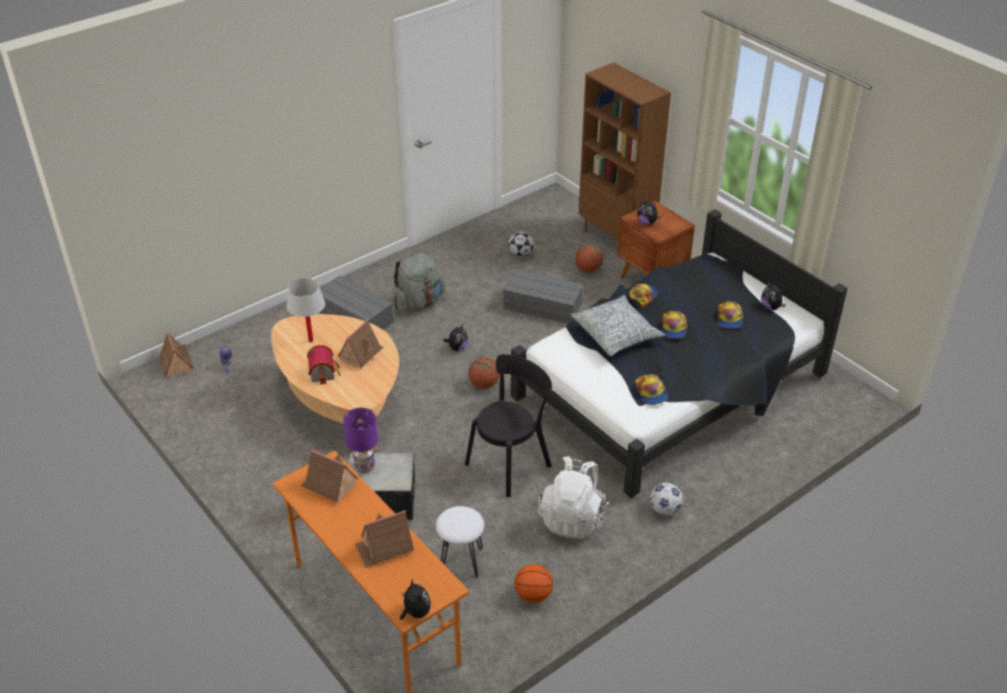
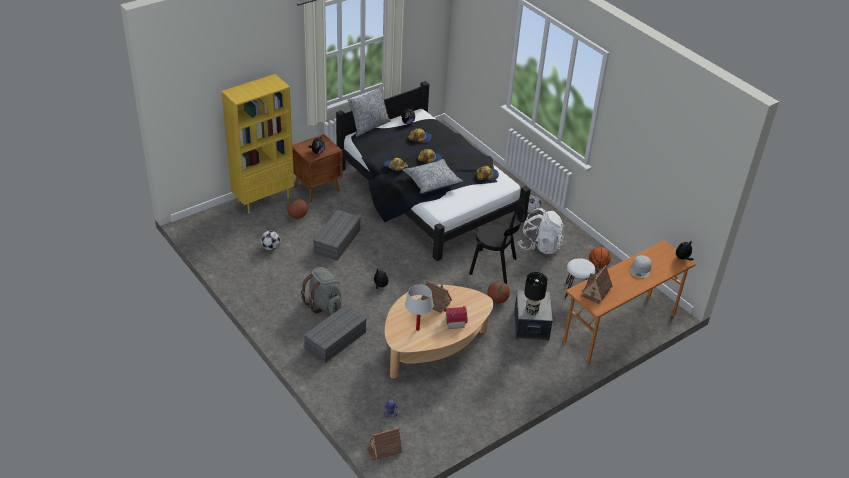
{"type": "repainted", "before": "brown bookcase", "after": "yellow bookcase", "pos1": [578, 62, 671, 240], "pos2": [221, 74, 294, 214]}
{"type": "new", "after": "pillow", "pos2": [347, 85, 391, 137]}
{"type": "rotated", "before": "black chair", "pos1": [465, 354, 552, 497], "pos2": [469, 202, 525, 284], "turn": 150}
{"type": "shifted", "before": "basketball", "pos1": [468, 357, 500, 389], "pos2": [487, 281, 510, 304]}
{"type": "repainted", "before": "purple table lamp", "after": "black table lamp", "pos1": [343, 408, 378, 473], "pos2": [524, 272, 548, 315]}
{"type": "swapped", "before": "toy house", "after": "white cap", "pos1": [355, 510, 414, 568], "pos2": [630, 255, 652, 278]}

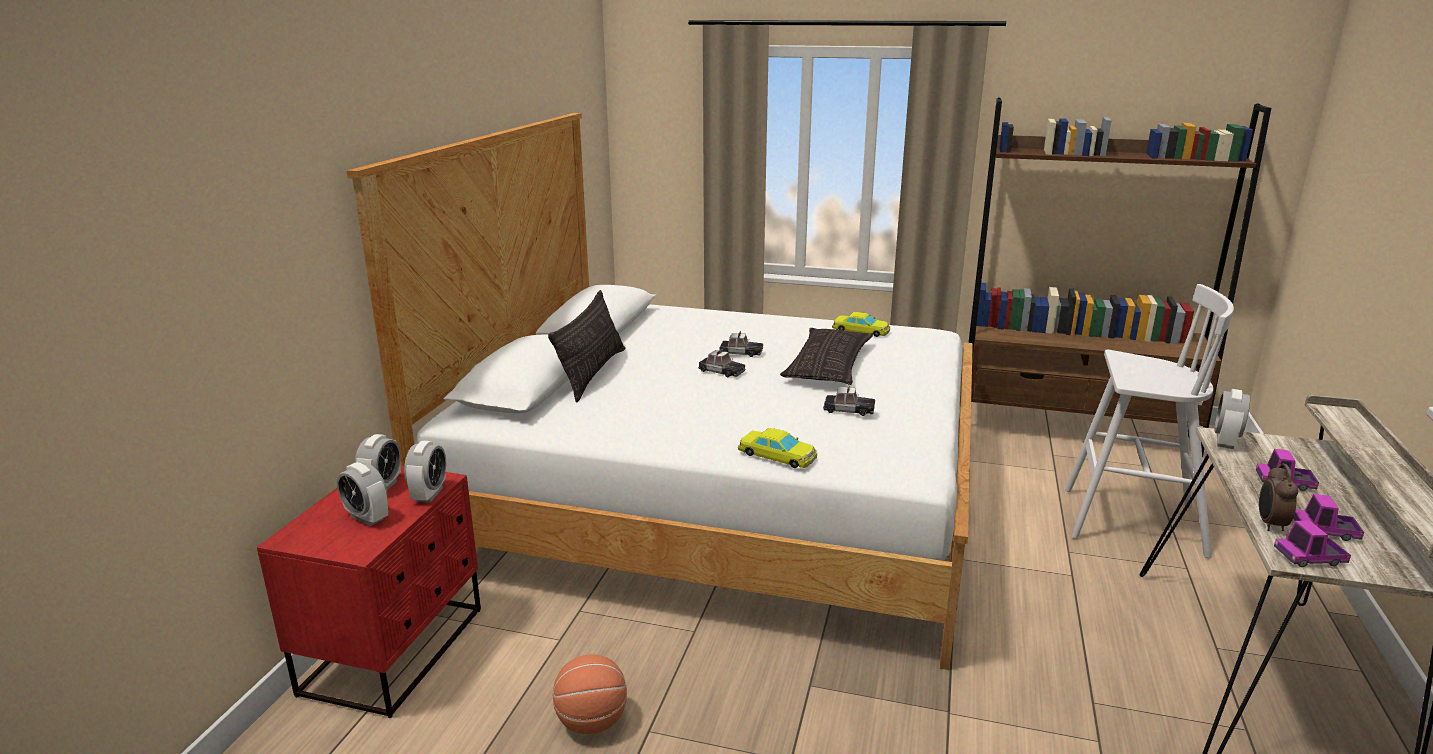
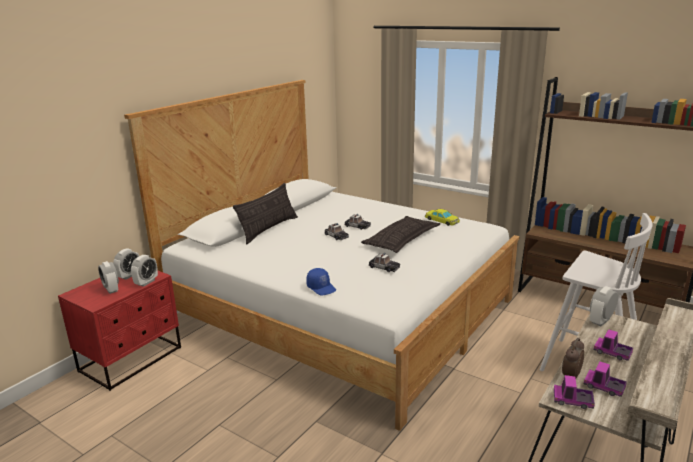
{"type": "swapped", "before": "yellow toy car", "after": "blue cap", "pos1": [738, 428, 817, 468], "pos2": [306, 268, 336, 295]}
{"type": "gone", "before": "basketball", "pos1": [553, 654, 627, 734]}

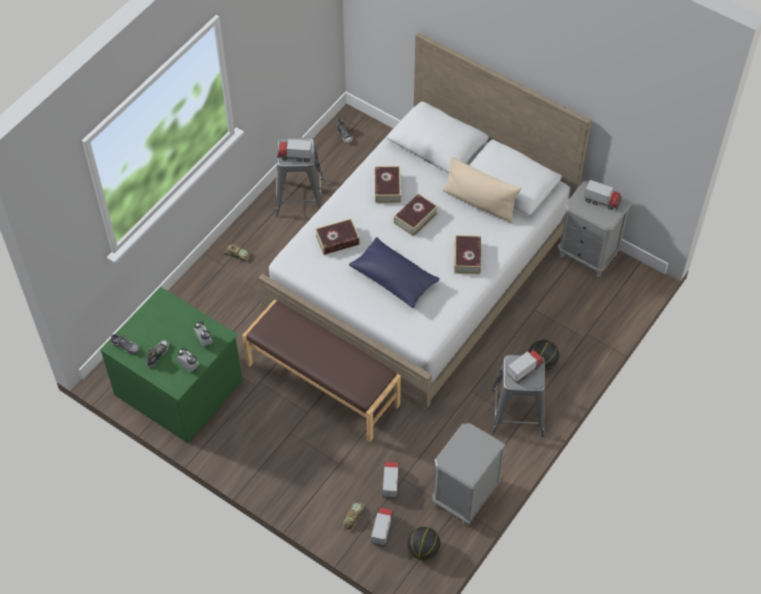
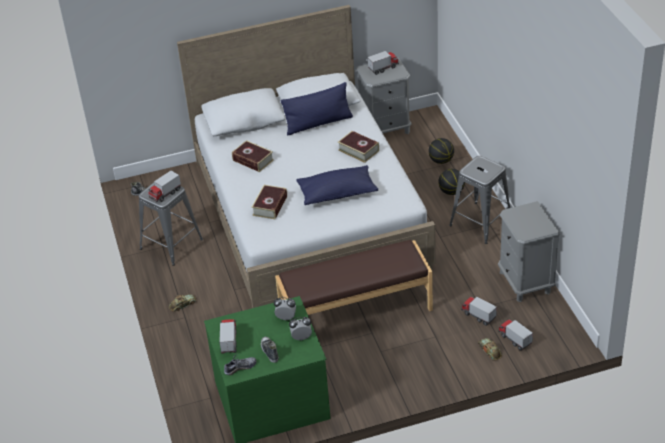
{"type": "shifted", "before": "toy truck", "pos1": [507, 350, 544, 384], "pos2": [219, 319, 237, 354]}
{"type": "repainted", "before": "beige pillow", "after": "blue pillow", "pos1": [443, 157, 521, 223], "pos2": [281, 82, 353, 135]}
{"type": "shifted", "before": "basketball", "pos1": [407, 527, 440, 560], "pos2": [429, 138, 454, 164]}
{"type": "gone", "before": "book", "pos1": [394, 193, 438, 237]}

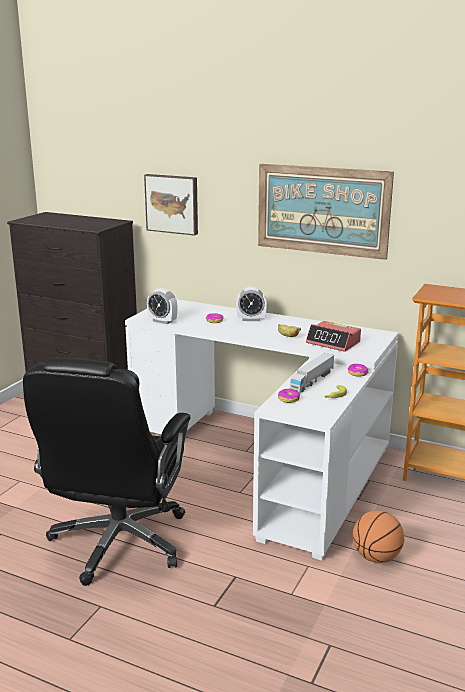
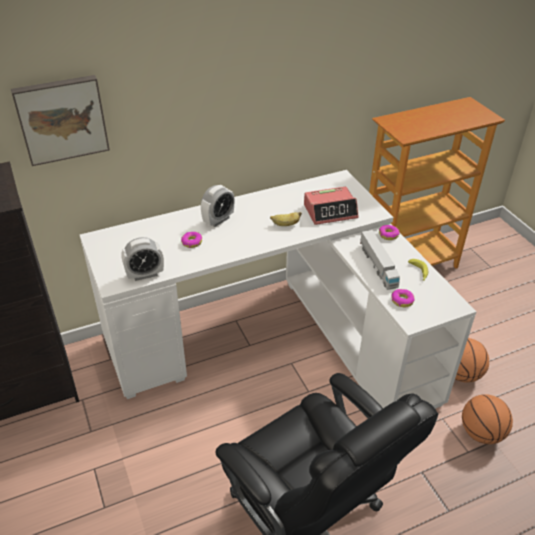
{"type": "new", "after": "basketball", "pos2": [462, 394, 513, 444]}
{"type": "gone", "before": "picture", "pos1": [258, 164, 394, 260]}

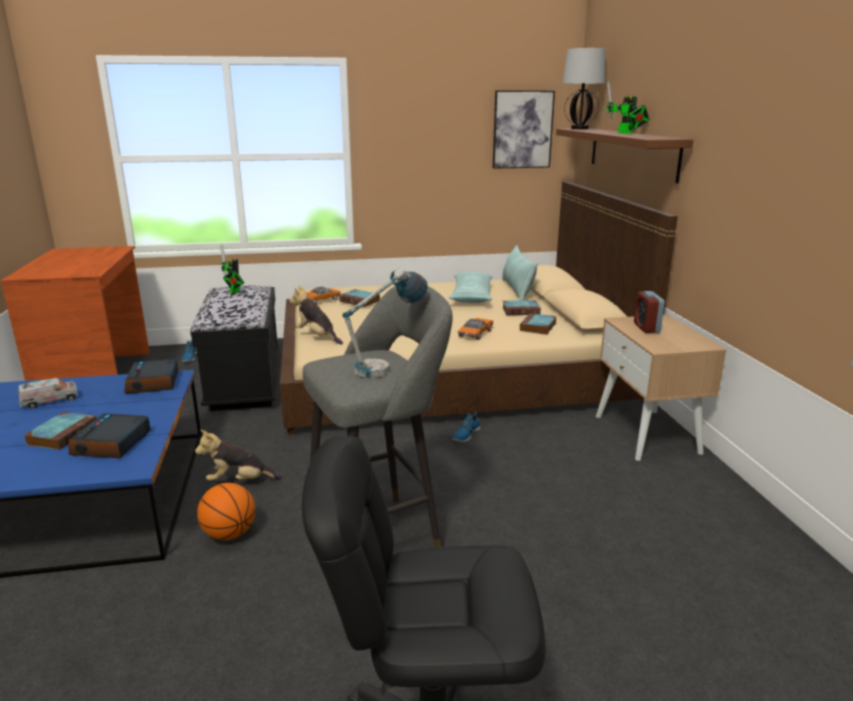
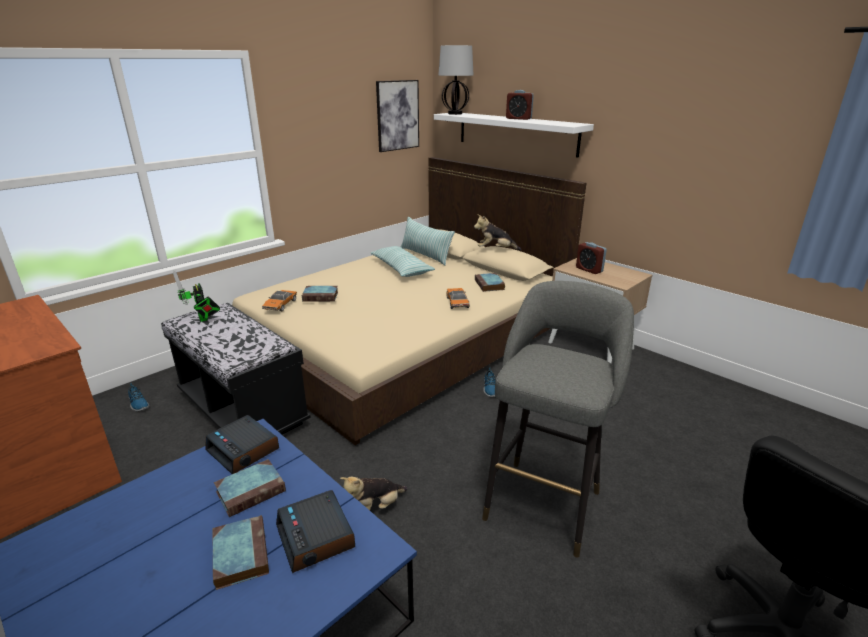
{"type": "shifted", "before": "book", "pos1": [503, 300, 541, 315], "pos2": [214, 459, 286, 517]}
{"type": "repainted", "before": "brown shelf", "after": "white shelf", "pos1": [556, 128, 693, 183], "pos2": [434, 113, 594, 158]}
{"type": "shifted", "before": "plush toy", "pos1": [290, 285, 343, 344], "pos2": [474, 214, 521, 250]}
{"type": "swapped", "before": "toy robot", "after": "alarm clock", "pos1": [606, 81, 649, 134], "pos2": [506, 90, 534, 120]}
{"type": "gone", "before": "toy truck", "pos1": [18, 378, 78, 409]}
{"type": "gone", "before": "basketball", "pos1": [197, 483, 256, 540]}
{"type": "gone", "before": "table lamp", "pos1": [342, 268, 428, 378]}

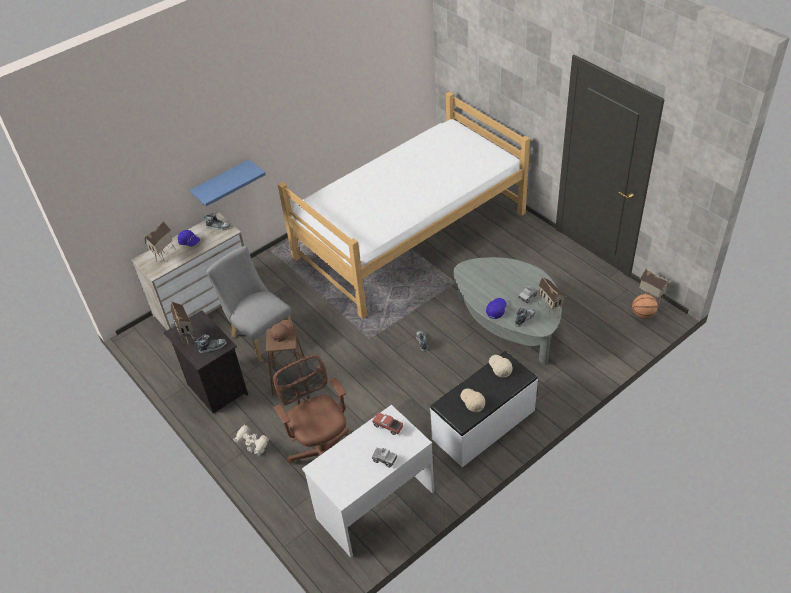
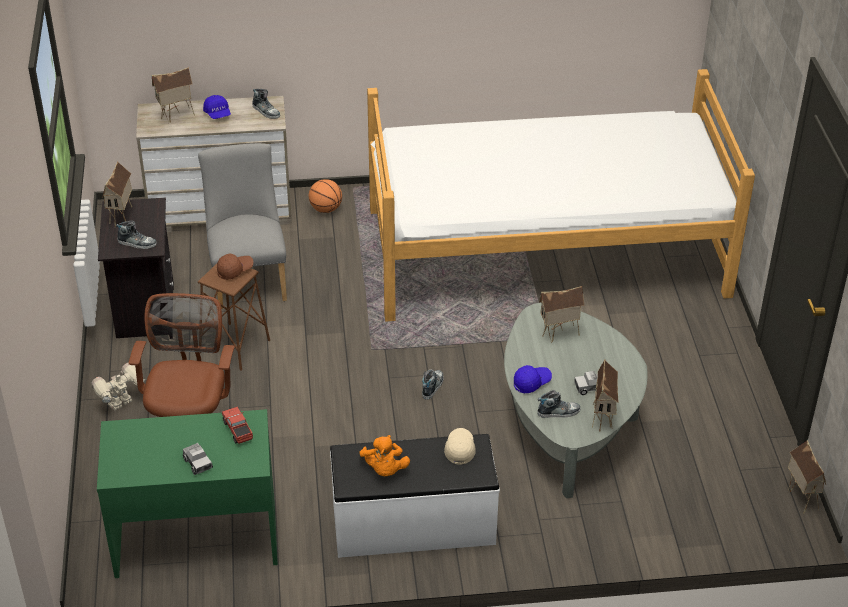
{"type": "rotated", "before": "toy robot", "pos1": [233, 425, 269, 456], "pos2": [91, 363, 145, 411], "turn": -105}
{"type": "repainted", "before": "white desk", "after": "green desk", "pos1": [302, 405, 434, 558], "pos2": [97, 409, 278, 578]}
{"type": "shifted", "before": "basketball", "pos1": [632, 294, 658, 319], "pos2": [309, 179, 342, 213]}
{"type": "swapped", "before": "beige cap", "after": "orange plush toy", "pos1": [461, 389, 485, 412], "pos2": [359, 435, 410, 476]}
{"type": "new", "after": "toy house", "pos2": [539, 286, 584, 343]}
{"type": "gone", "before": "blue shelf", "pos1": [190, 160, 266, 206]}

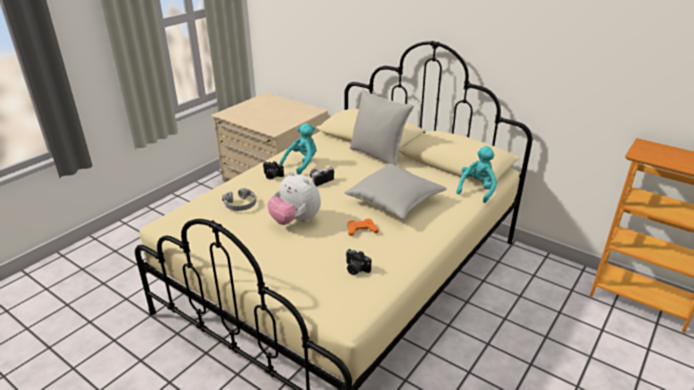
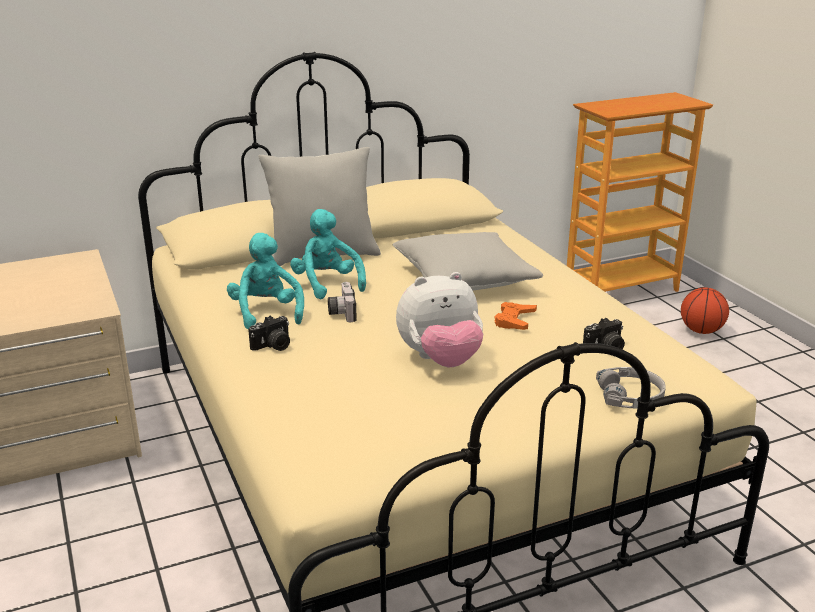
{"type": "shifted", "before": "turquoise plush toy", "pos1": [456, 146, 497, 203], "pos2": [290, 209, 366, 299]}
{"type": "shifted", "before": "grey headphones", "pos1": [222, 188, 256, 211], "pos2": [596, 367, 666, 408]}
{"type": "new", "after": "basketball", "pos2": [681, 287, 729, 334]}

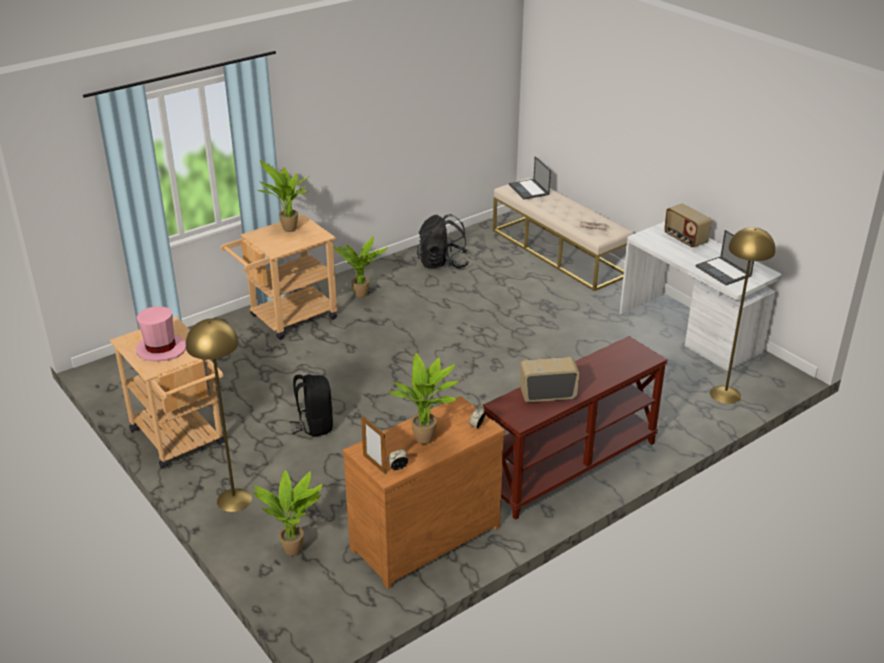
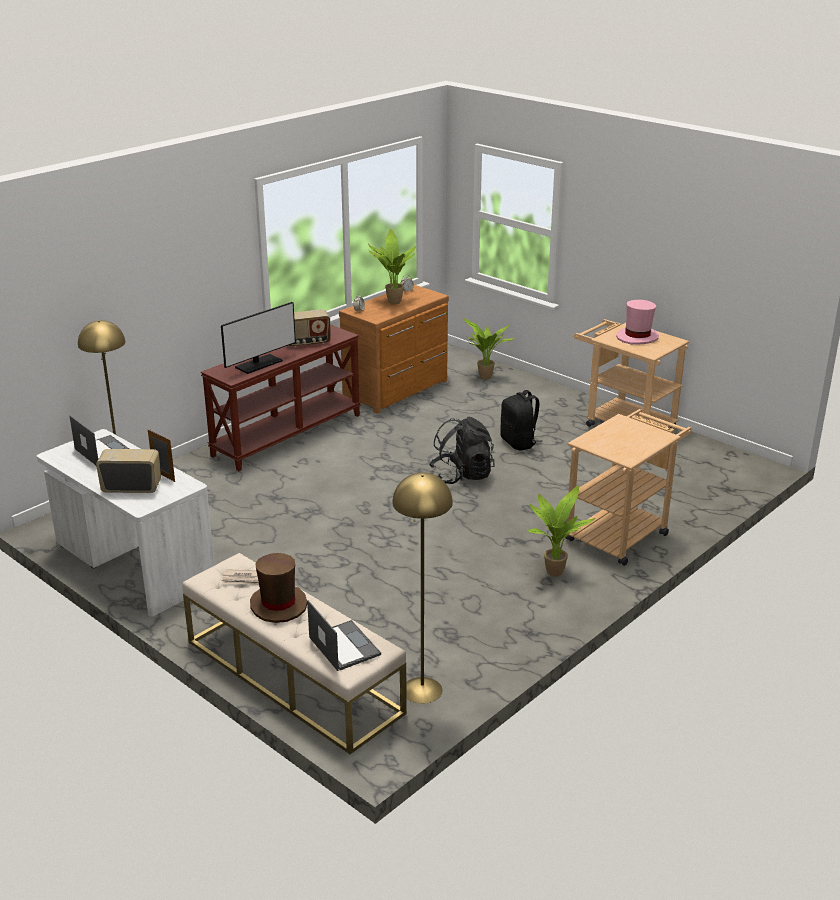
{"type": "rotated", "before": "radio", "pos1": [664, 204, 712, 248], "pos2": [96, 449, 161, 493], "turn": -45}
{"type": "shifted", "before": "picture frame", "pos1": [361, 415, 386, 475], "pos2": [148, 429, 175, 482]}
{"type": "new", "after": "monitor", "pos2": [221, 302, 296, 374]}
{"type": "new", "after": "brown hat", "pos2": [250, 553, 307, 623]}
{"type": "shifted", "before": "yellow floor lamp", "pos1": [186, 318, 252, 512], "pos2": [392, 472, 453, 704]}
{"type": "shifted", "before": "black backpack", "pos1": [417, 214, 469, 268], "pos2": [429, 417, 495, 484]}
{"type": "gone", "before": "potted plant", "pos1": [258, 160, 309, 232]}

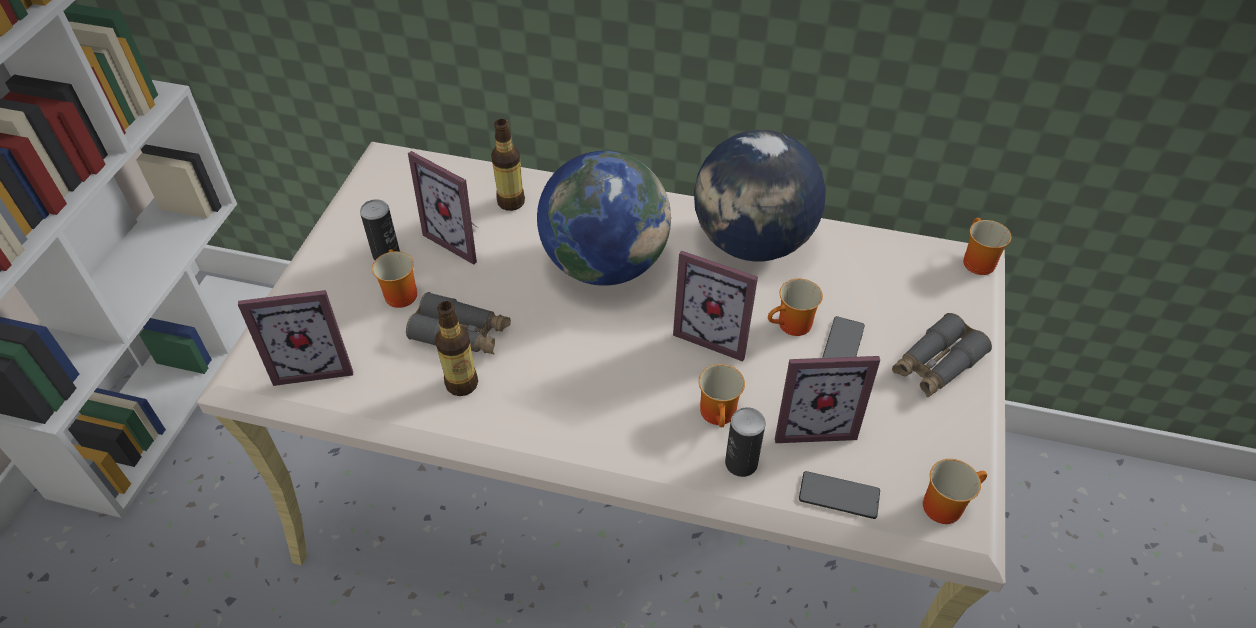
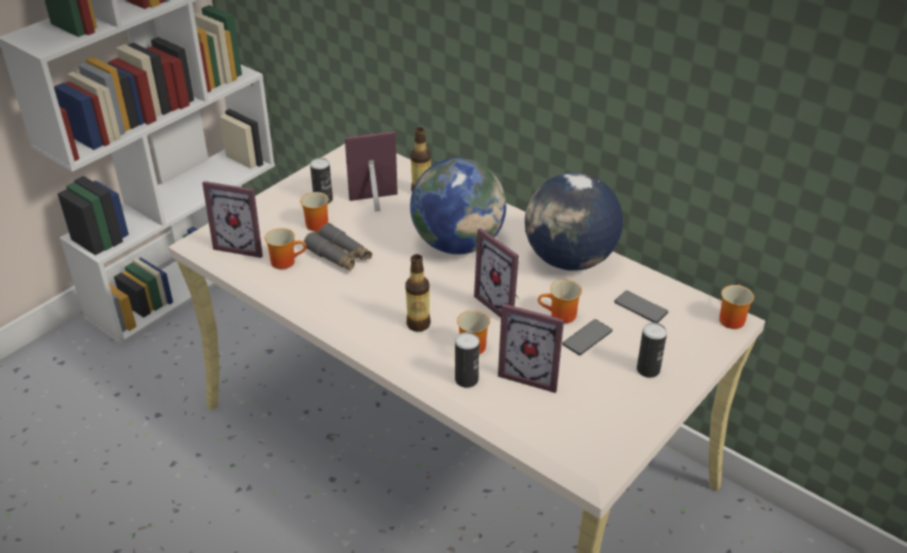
{"type": "shifted", "before": "mug", "pos1": [923, 459, 987, 524], "pos2": [265, 228, 307, 269]}
{"type": "rotated", "before": "picture frame", "pos1": [408, 151, 477, 265], "pos2": [345, 131, 398, 212], "turn": 105}
{"type": "shifted", "before": "bottle", "pos1": [435, 301, 478, 396], "pos2": [405, 254, 431, 332]}
{"type": "shifted", "before": "phone", "pos1": [799, 471, 880, 519], "pos2": [614, 290, 668, 323]}
{"type": "swapped", "before": "grey binoculars", "after": "can", "pos1": [892, 313, 992, 398], "pos2": [637, 322, 667, 378]}

